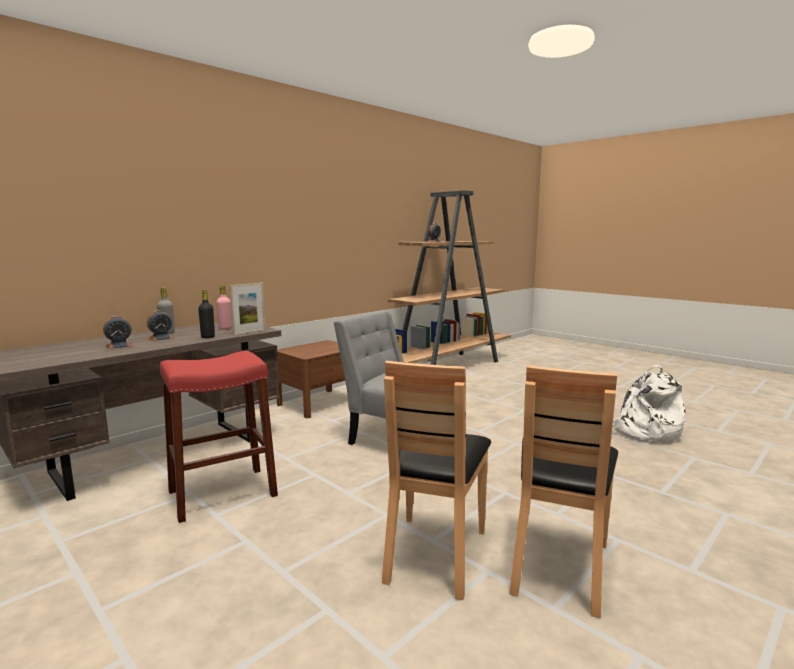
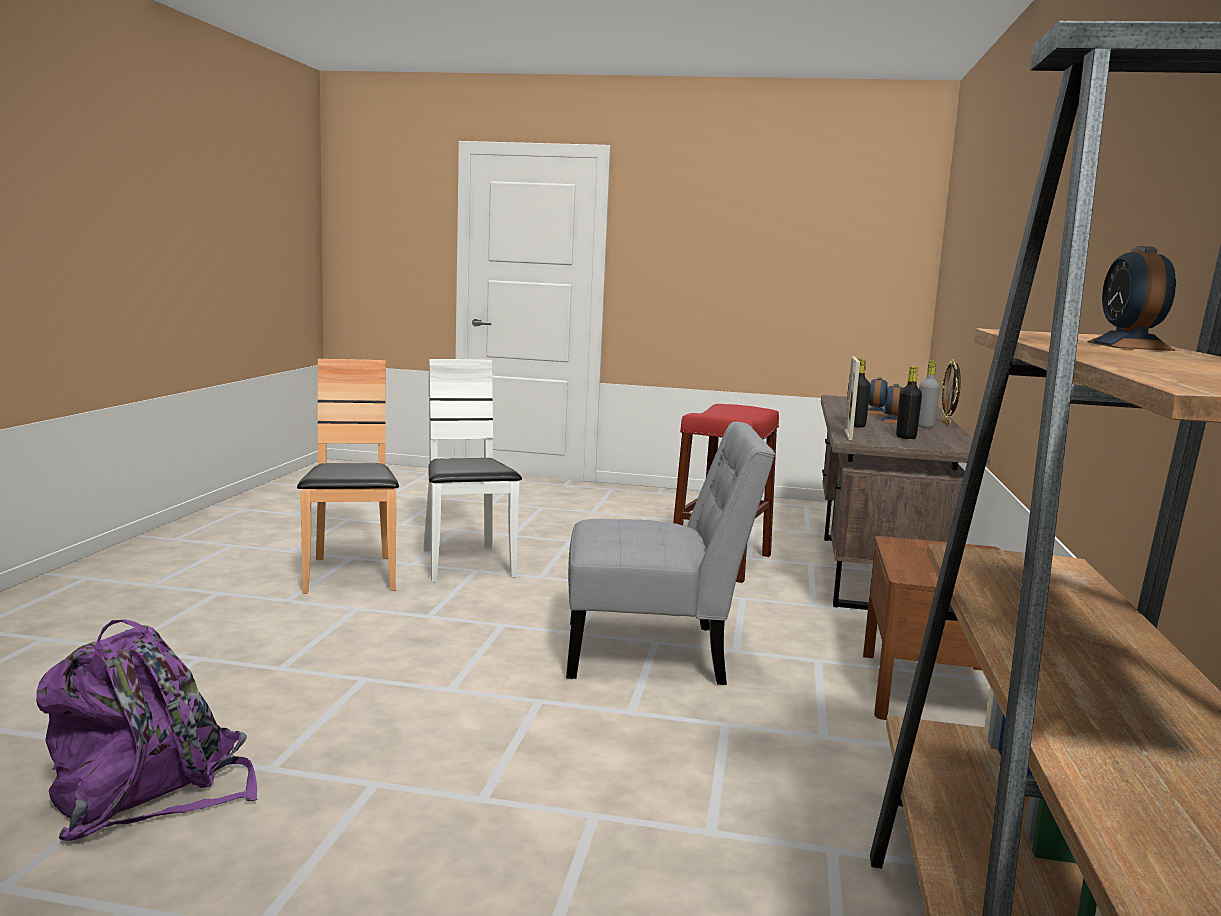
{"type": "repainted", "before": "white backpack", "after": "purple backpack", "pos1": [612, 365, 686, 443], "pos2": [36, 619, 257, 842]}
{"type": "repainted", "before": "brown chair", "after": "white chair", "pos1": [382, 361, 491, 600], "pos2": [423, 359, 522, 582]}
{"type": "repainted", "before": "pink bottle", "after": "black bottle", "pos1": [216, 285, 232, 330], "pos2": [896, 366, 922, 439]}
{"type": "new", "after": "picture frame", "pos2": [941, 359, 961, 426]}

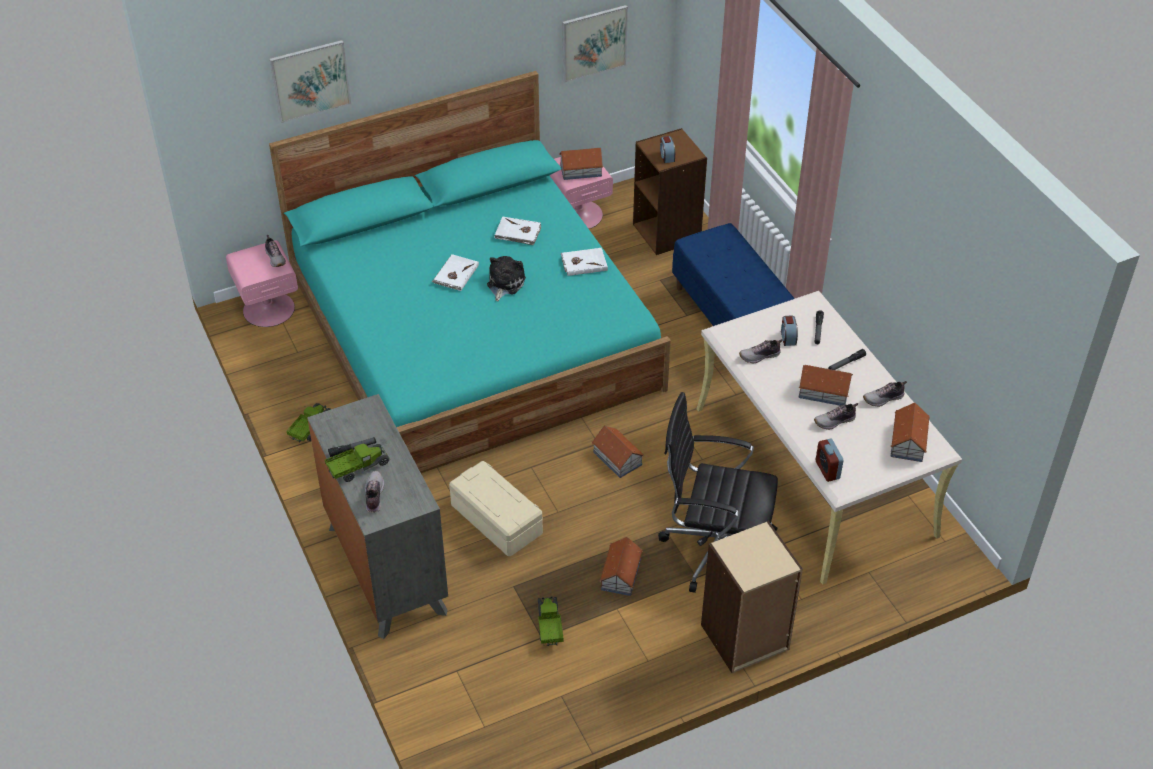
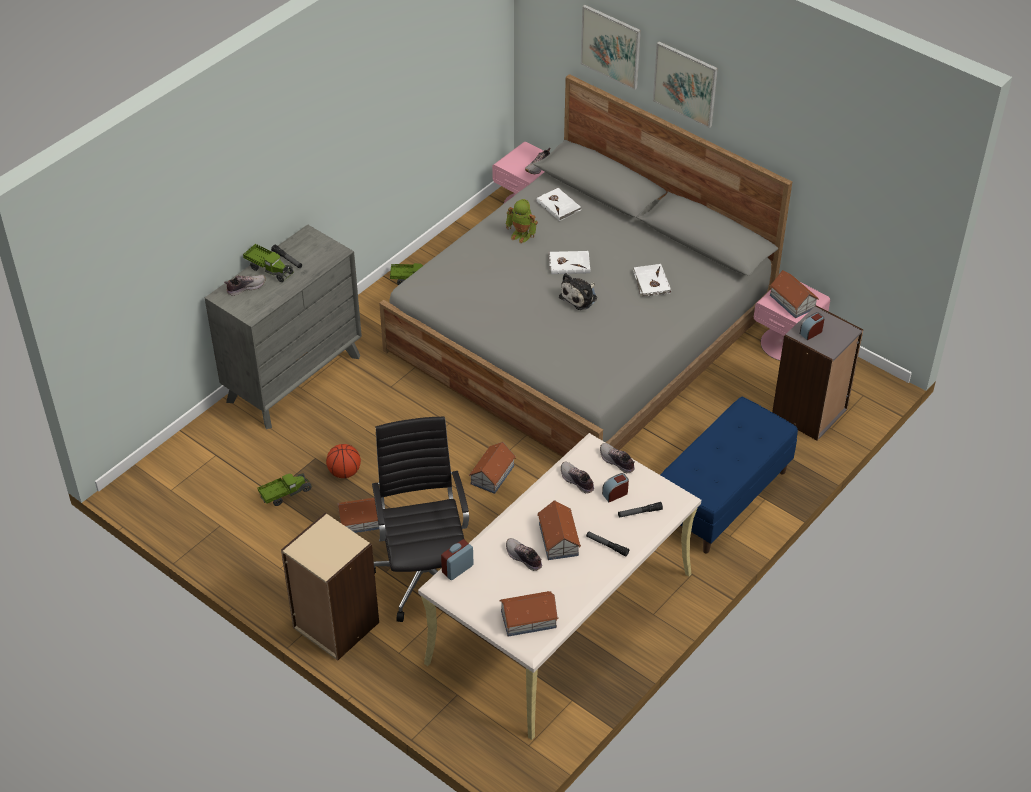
{"type": "new", "after": "basketball", "pos2": [326, 444, 361, 478]}
{"type": "repainted", "before": "turquoise bed", "after": "grey bed", "pos1": [269, 71, 671, 473], "pos2": [379, 74, 792, 457]}
{"type": "new", "after": "toy robot", "pos2": [506, 199, 538, 243]}
{"type": "shifted", "before": "white book", "pos1": [561, 248, 608, 276], "pos2": [537, 188, 581, 221]}
{"type": "rotated", "before": "plush toy", "pos1": [487, 256, 526, 301], "pos2": [559, 273, 597, 310], "turn": 135}
{"type": "shifted", "before": "shoe", "pos1": [863, 381, 907, 407], "pos2": [600, 443, 635, 473]}
{"type": "shifted", "before": "picture", "pos1": [562, 5, 628, 83], "pos2": [653, 41, 718, 128]}
{"type": "repainted", "before": "brown bookcase", "after": "grey bookcase", "pos1": [633, 128, 707, 255], "pos2": [772, 305, 863, 441]}
{"type": "gone", "before": "beige storage box", "pos1": [449, 461, 543, 556]}

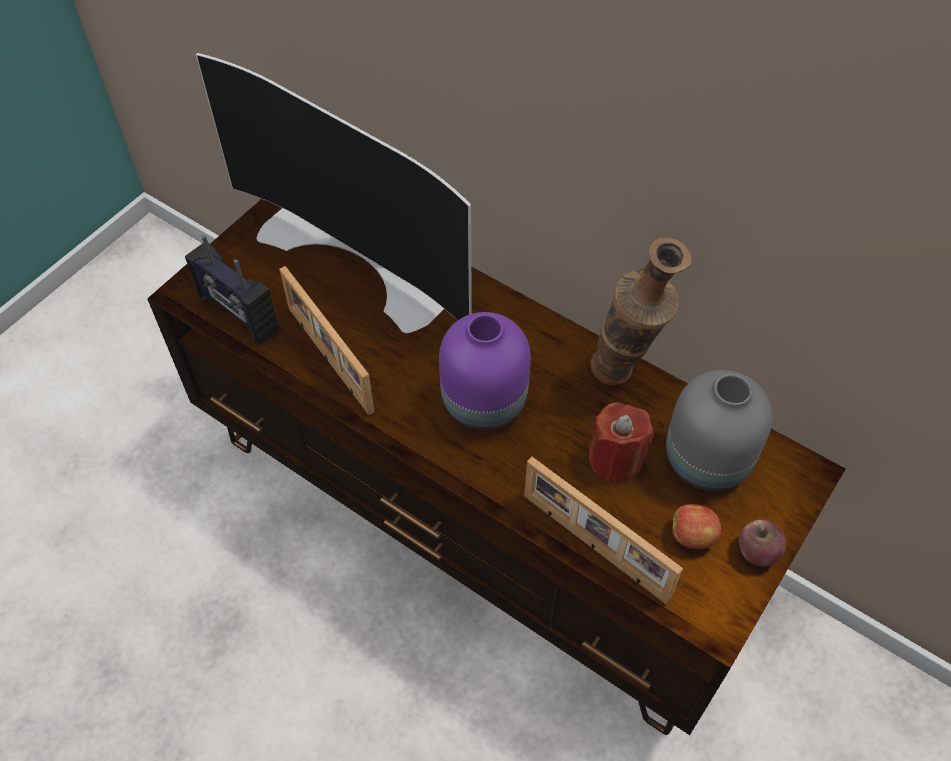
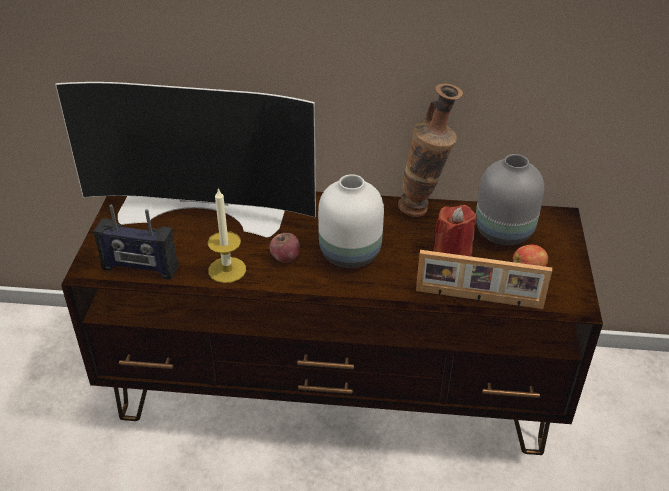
{"type": "swapped", "before": "picture frame", "after": "candle", "pos1": [279, 266, 375, 415], "pos2": [208, 187, 246, 283]}
{"type": "shifted", "before": "apple", "pos1": [739, 520, 786, 567], "pos2": [270, 233, 300, 263]}
{"type": "repainted", "before": "purple vase", "after": "white vase", "pos1": [439, 312, 531, 430], "pos2": [318, 174, 384, 268]}

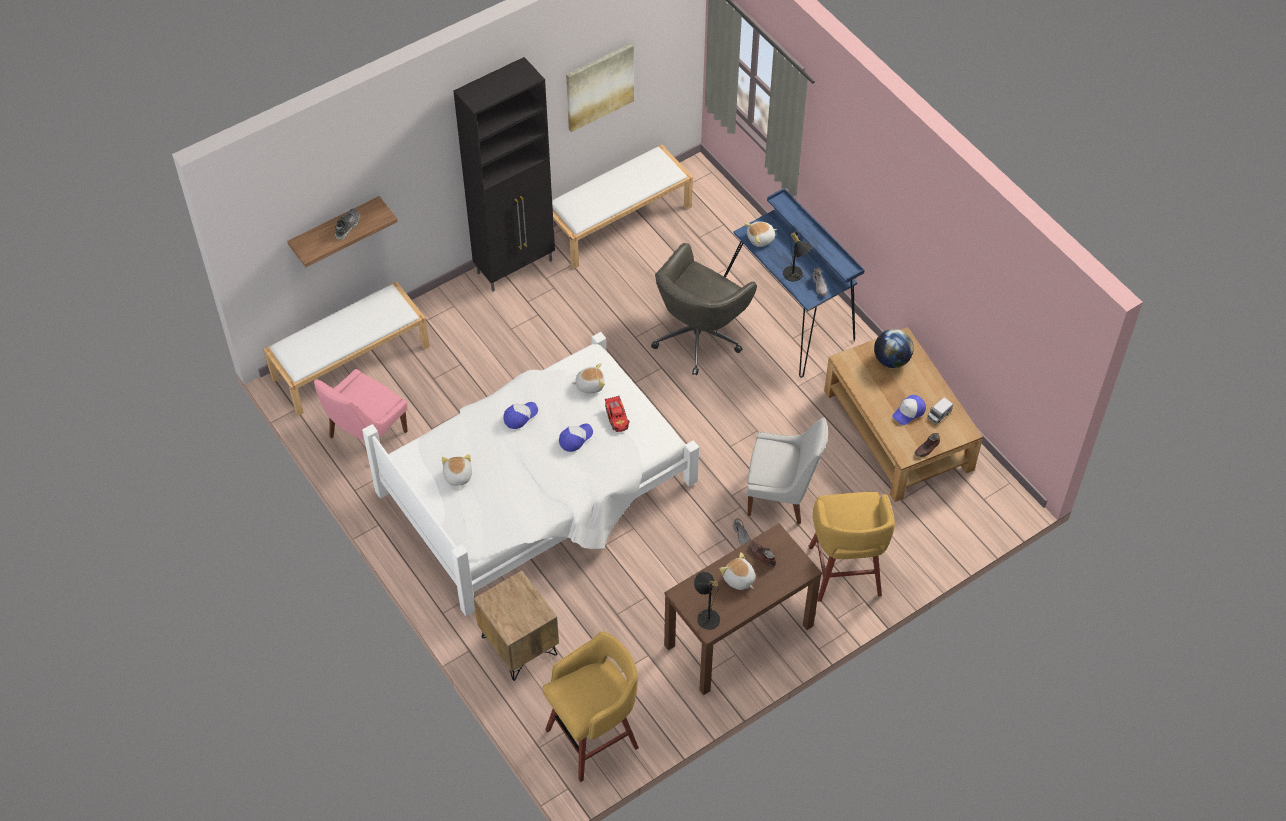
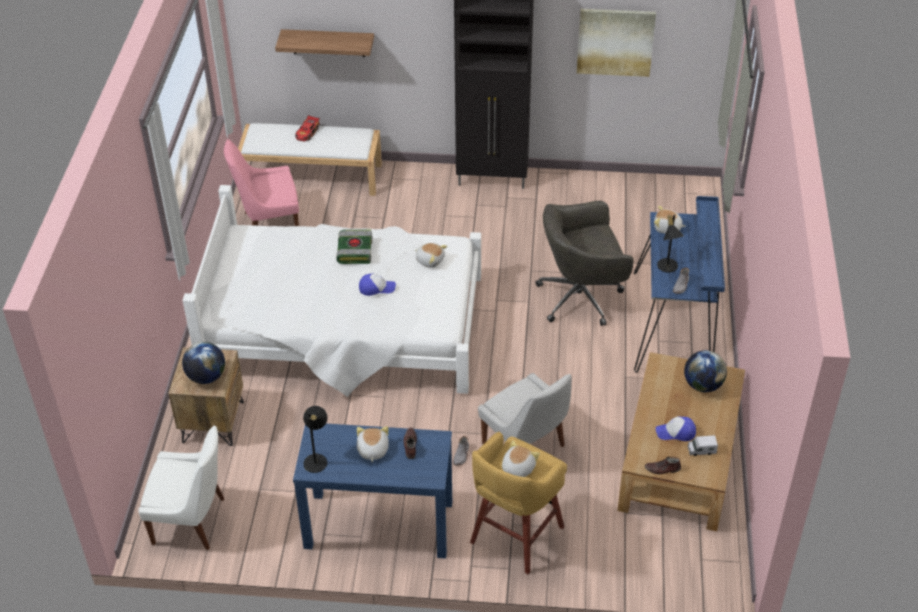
{"type": "swapped", "before": "yellow stool", "after": "white chair", "pos1": [542, 631, 639, 782], "pos2": [138, 426, 224, 550]}
{"type": "new", "after": "globe", "pos2": [182, 342, 225, 384]}
{"type": "repainted", "before": "brown console table", "after": "blue console table", "pos1": [664, 523, 822, 695], "pos2": [293, 424, 452, 559]}
{"type": "shifted", "before": "toy car", "pos1": [605, 396, 630, 432], "pos2": [295, 115, 320, 142]}
{"type": "swapped", "before": "cap", "after": "book", "pos1": [504, 402, 538, 429], "pos2": [336, 229, 373, 264]}
{"type": "shifted", "before": "plush toy", "pos1": [442, 454, 472, 488], "pos2": [502, 441, 540, 477]}
{"type": "gone", "before": "shoe", "pos1": [335, 209, 359, 240]}
{"type": "gone", "before": "white bench", "pos1": [552, 145, 693, 269]}

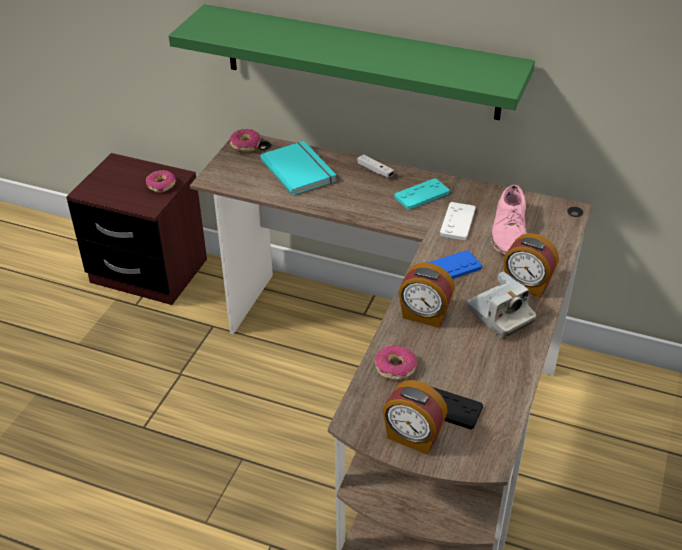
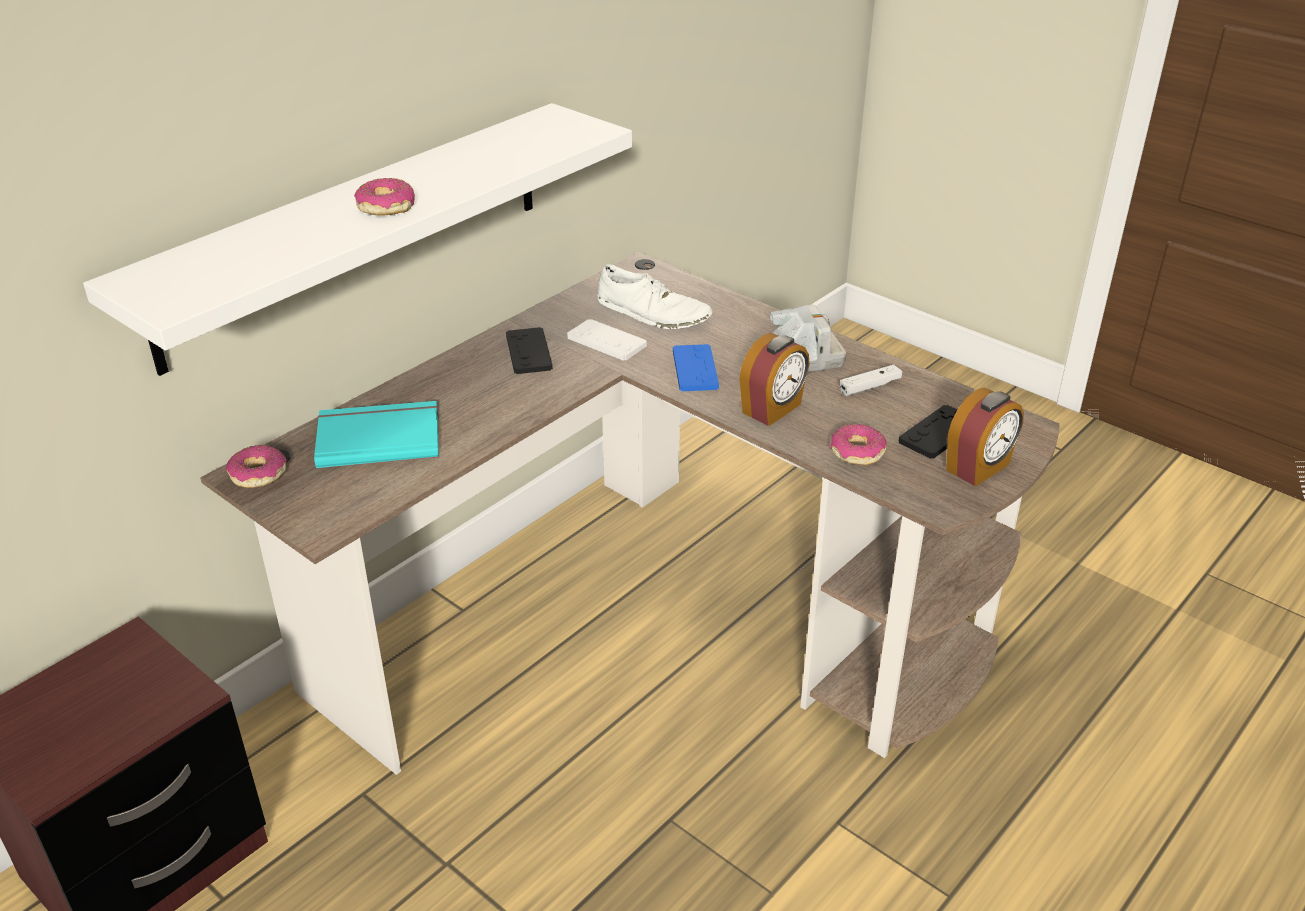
{"type": "repainted", "before": "green shelf", "after": "white shelf", "pos1": [169, 4, 535, 120], "pos2": [83, 103, 632, 376]}
{"type": "shifted", "before": "donut", "pos1": [146, 170, 176, 193], "pos2": [354, 178, 415, 216]}
{"type": "repainted", "before": "turquoise game controller", "after": "black game controller", "pos1": [394, 178, 450, 210], "pos2": [506, 327, 553, 374]}
{"type": "repainted", "before": "pink shoe", "after": "white shoe", "pos1": [491, 184, 527, 255], "pos2": [597, 264, 712, 329]}
{"type": "shifted", "before": "white game controller", "pos1": [357, 154, 394, 178], "pos2": [839, 365, 902, 396]}
{"type": "gone", "before": "alarm clock", "pos1": [504, 233, 559, 298]}

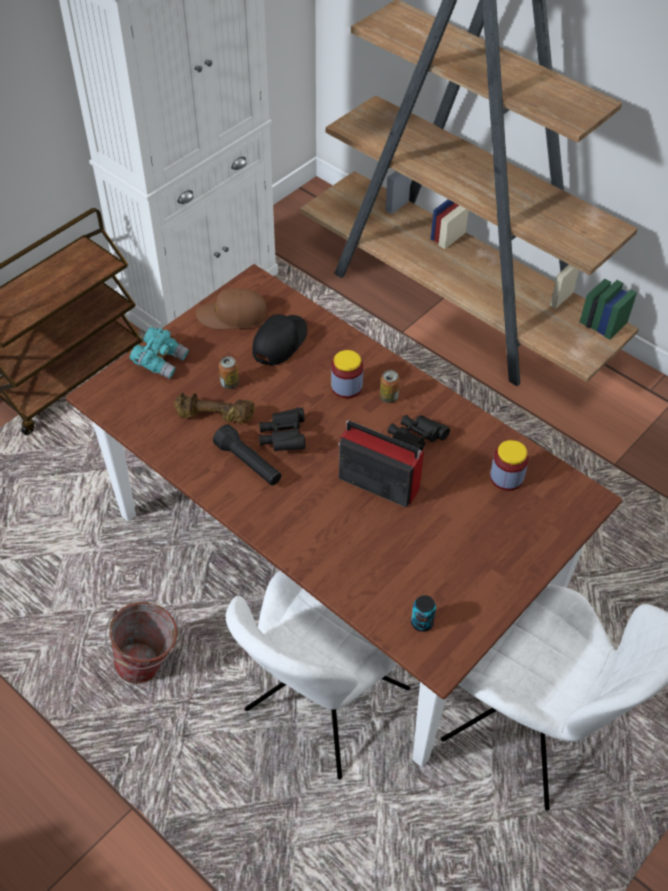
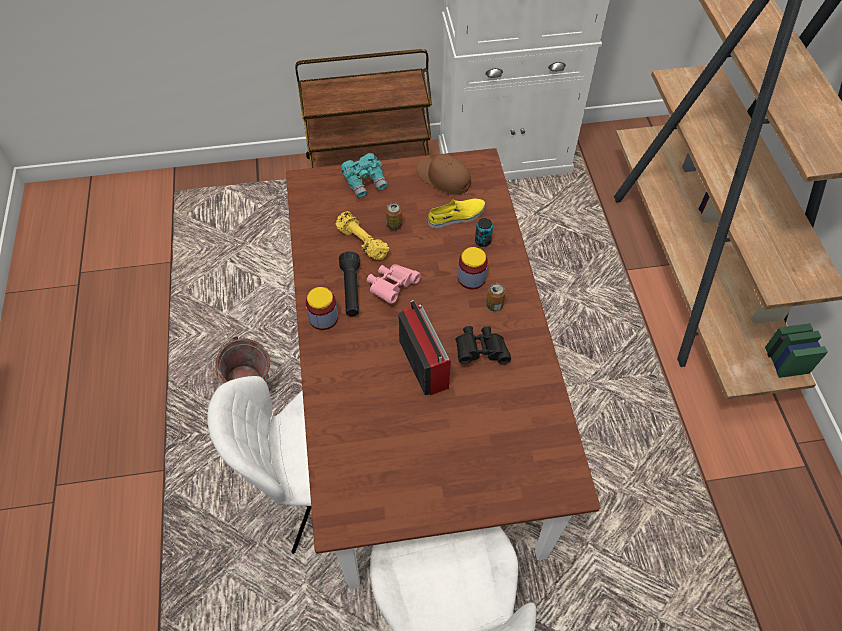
{"type": "shifted", "before": "jar", "pos1": [490, 440, 529, 491], "pos2": [306, 287, 338, 330]}
{"type": "repainted", "before": "brown dumbbell", "after": "yellow dumbbell", "pos1": [174, 393, 255, 423], "pos2": [336, 211, 389, 260]}
{"type": "repainted", "before": "black binoculars", "after": "pink binoculars", "pos1": [259, 407, 306, 451], "pos2": [367, 264, 421, 304]}
{"type": "swapped", "before": "black cap", "after": "yellow shoe", "pos1": [252, 314, 307, 366], "pos2": [428, 199, 485, 228]}
{"type": "shifted", "before": "can", "pos1": [411, 595, 436, 632], "pos2": [475, 218, 493, 247]}

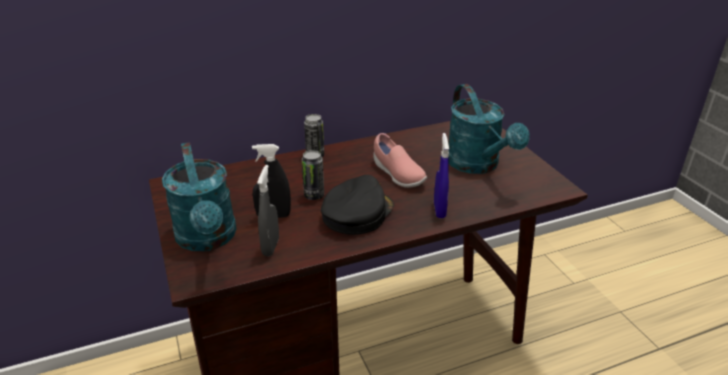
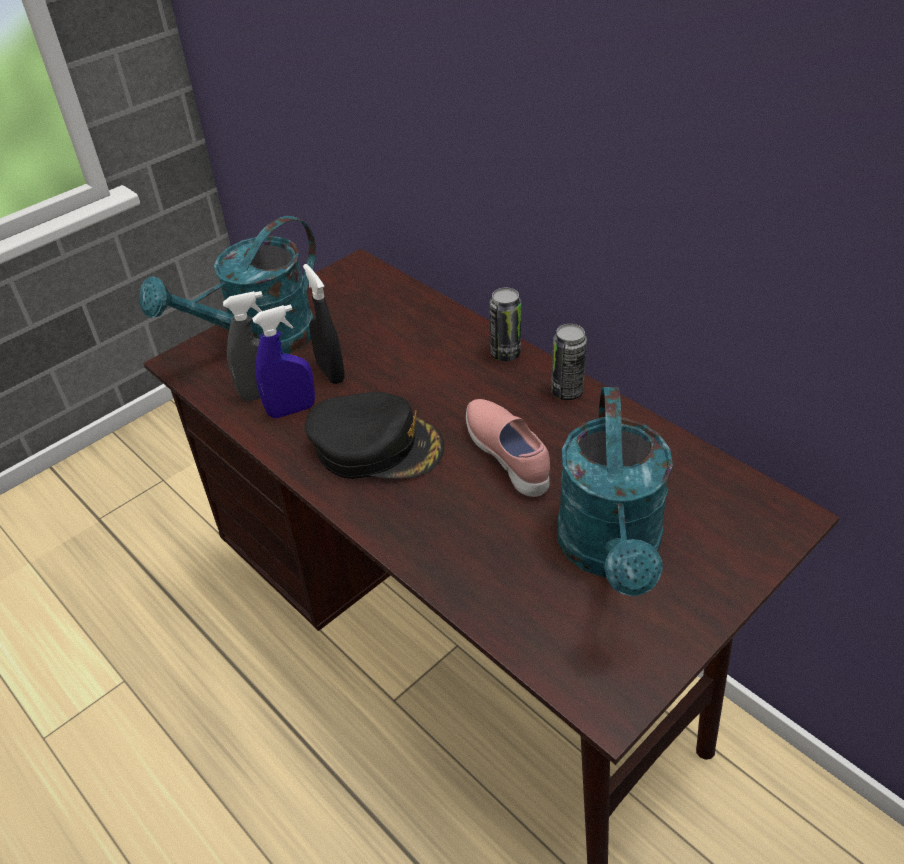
{"type": "shifted", "before": "blue spray bottle", "pos1": [434, 133, 449, 218], "pos2": [252, 304, 315, 418]}
{"type": "rotated", "before": "pink shoe", "pos1": [374, 133, 427, 188], "pos2": [466, 399, 550, 497], "turn": 120}
{"type": "shifted", "before": "can", "pos1": [302, 150, 324, 200], "pos2": [551, 324, 587, 400]}
{"type": "rotated", "before": "turquoise watering can", "pos1": [448, 84, 530, 174], "pos2": [557, 387, 673, 596], "turn": -45}

